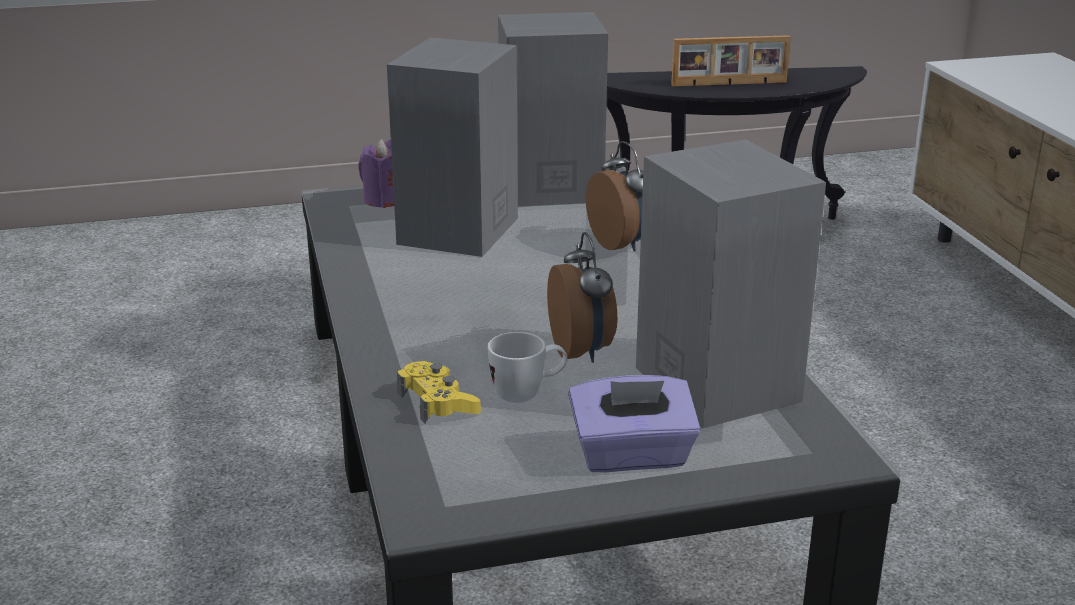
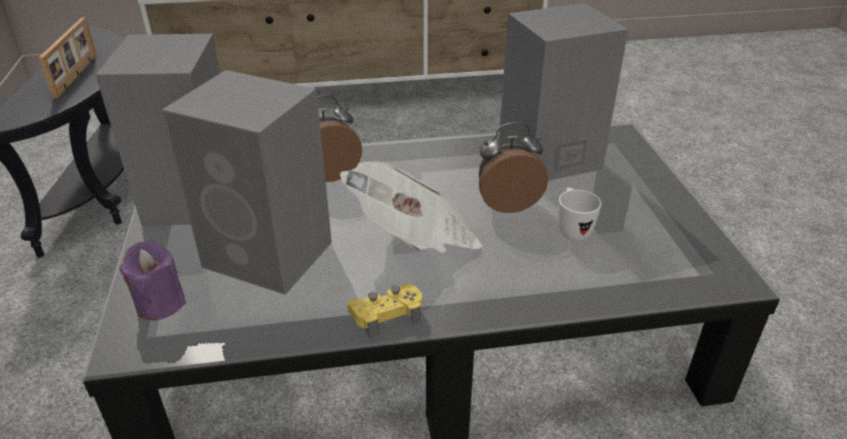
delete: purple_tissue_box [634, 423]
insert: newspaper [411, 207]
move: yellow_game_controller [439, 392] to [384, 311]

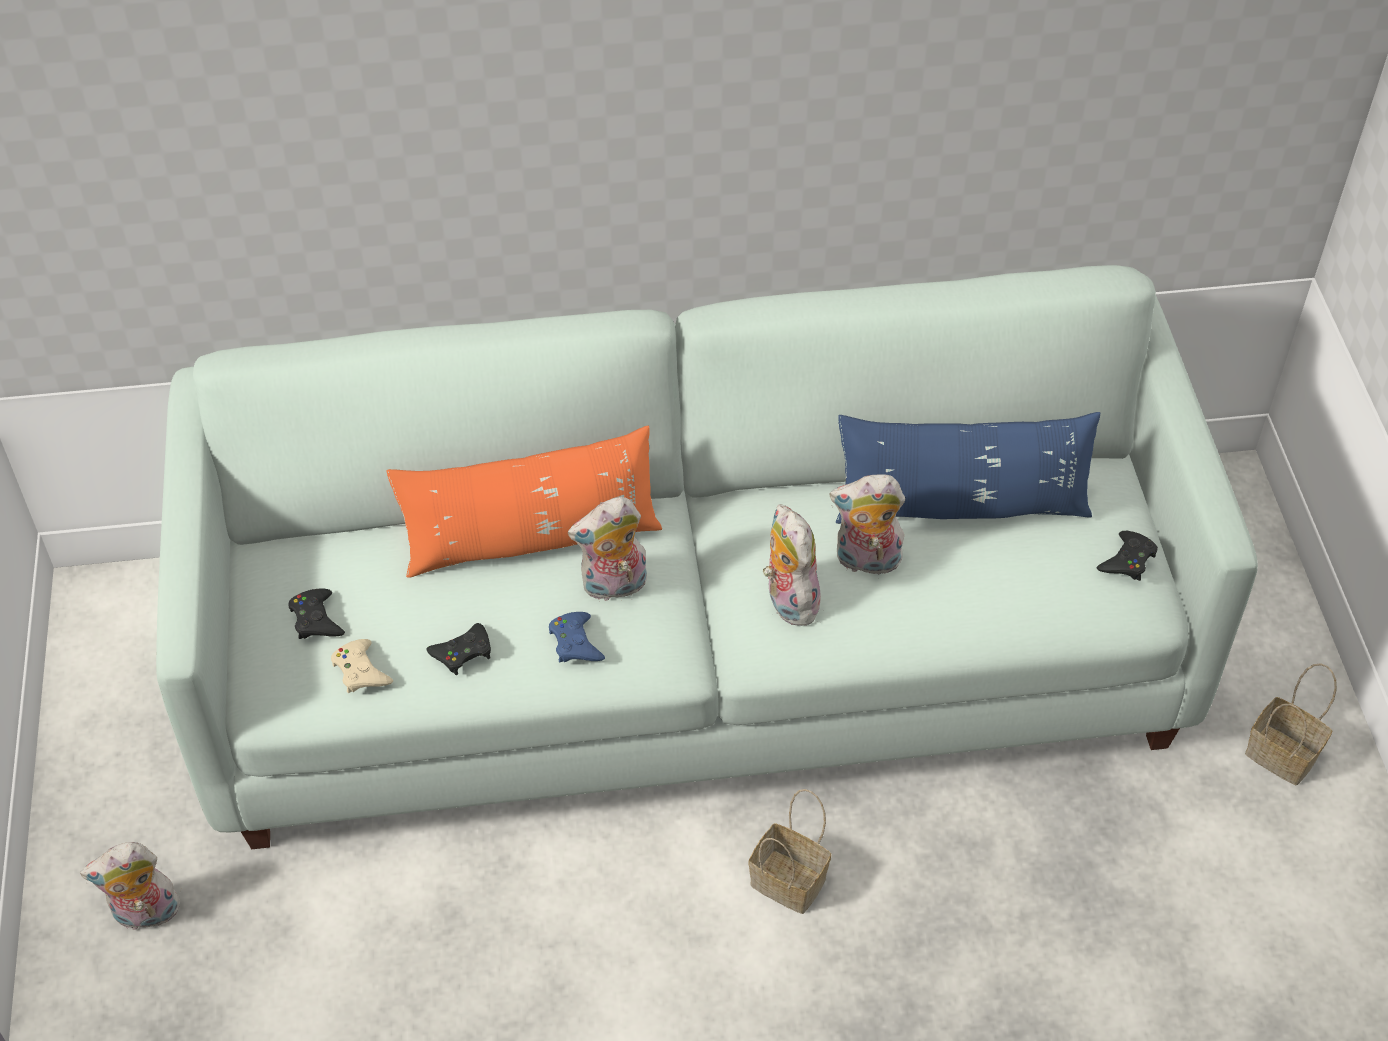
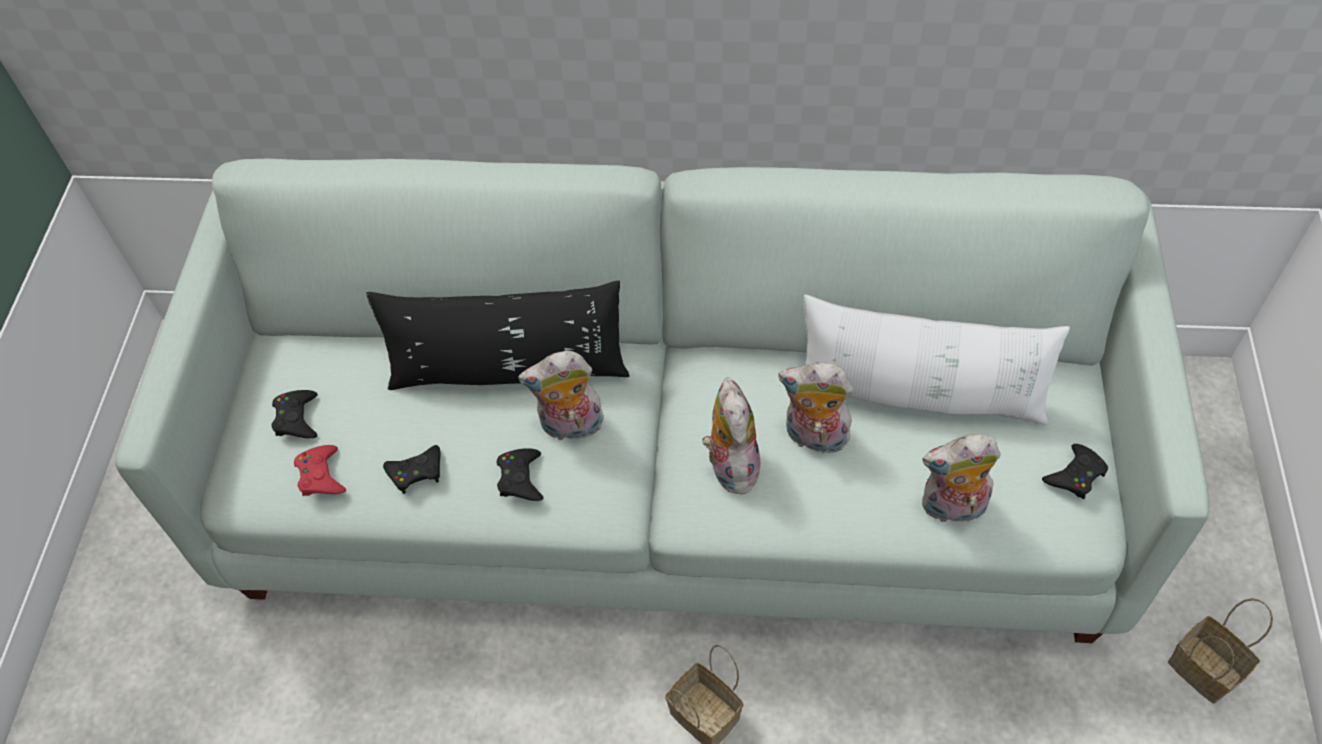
move: plush_toy [130, 886] to [961, 480]
recolor: beige_game_controller [362, 666] to red_game_controller [320, 470]; orange_pillow [524, 502] to black_pillow [497, 335]; blue_game_controller [577, 637] to black_game_controller [520, 474]; blue_pillow [968, 468] to white_pillow [937, 360]

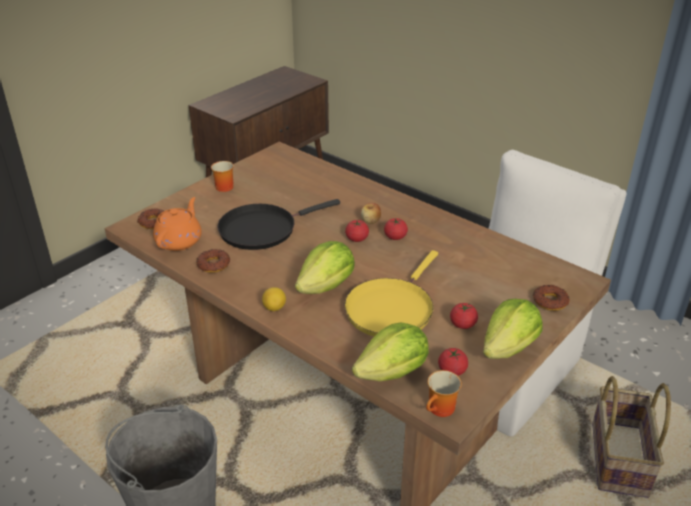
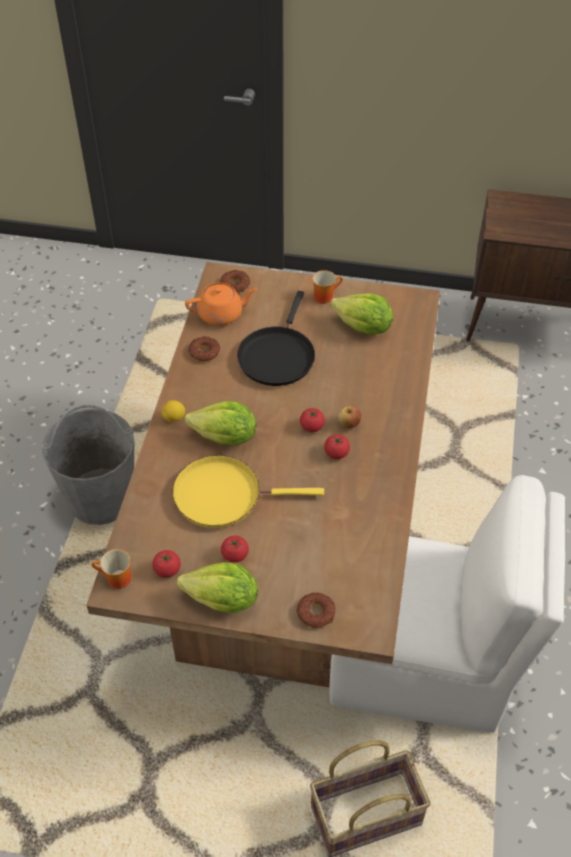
move: lettuce [390, 352] to [361, 314]
rotate: black_frying_pan [278, 224] = [276, 338] 105 degrees counterclockwise

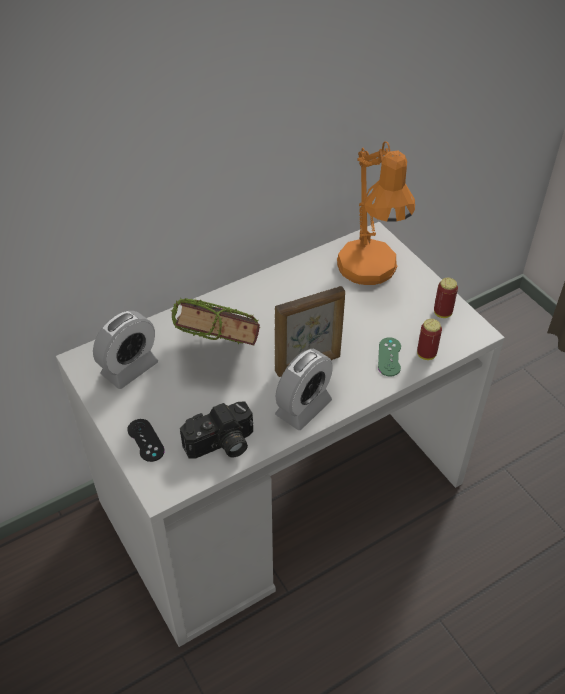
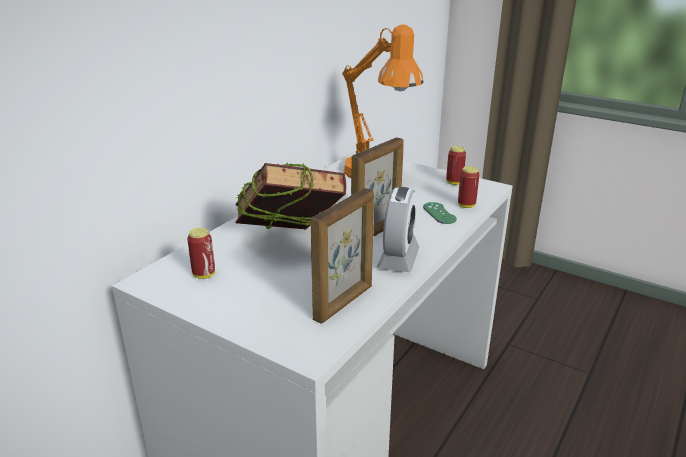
delete: black_game_controller [146, 440]
replace: alarm_clock [125, 350] to can [201, 253]; photo_camera [216, 430] to picture_frame [342, 256]

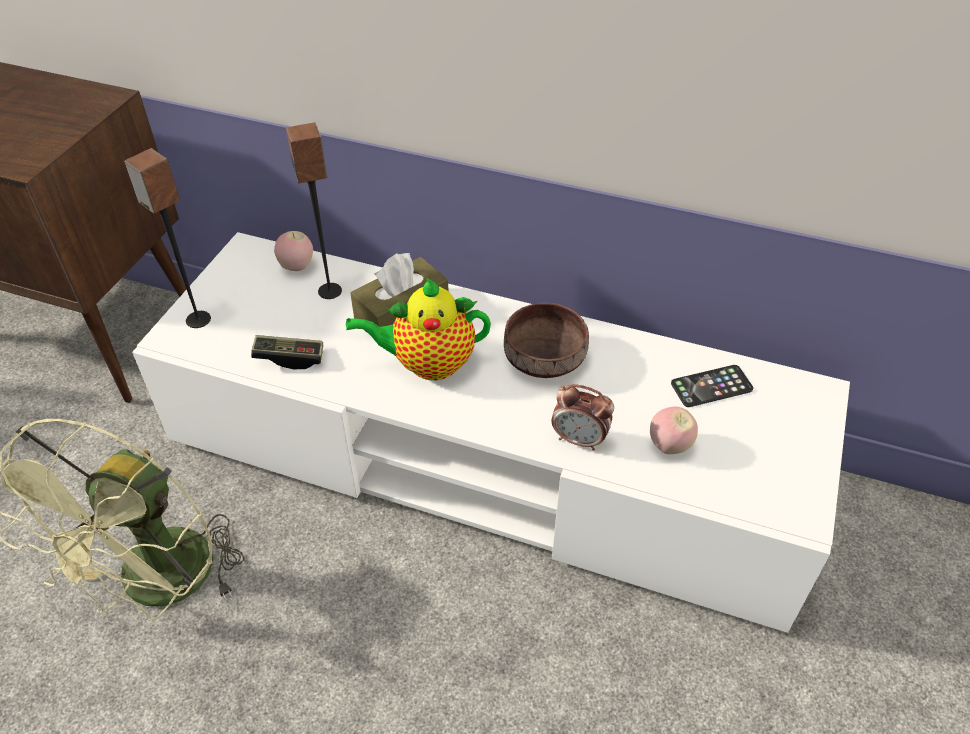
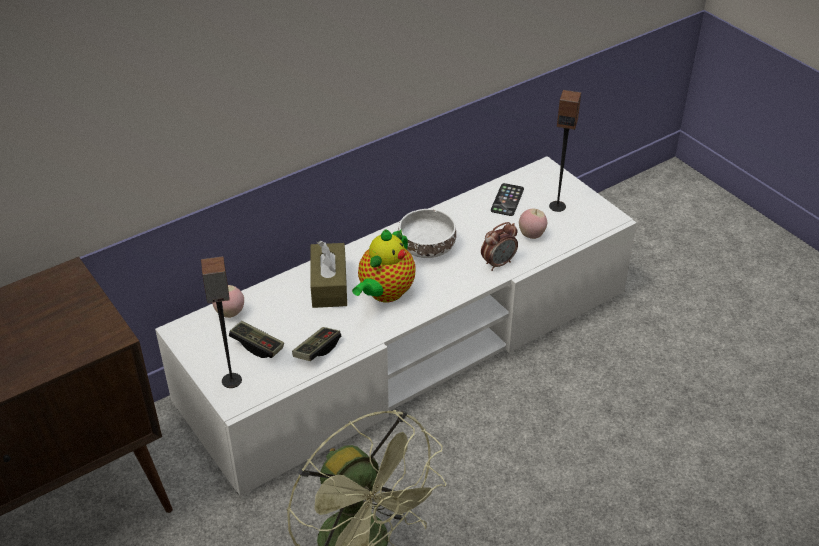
insert: game_controller [256, 339]
move: speaker [314, 211] to [565, 151]
recolor: brown_bowl [546, 340] to white_bowl [427, 233]

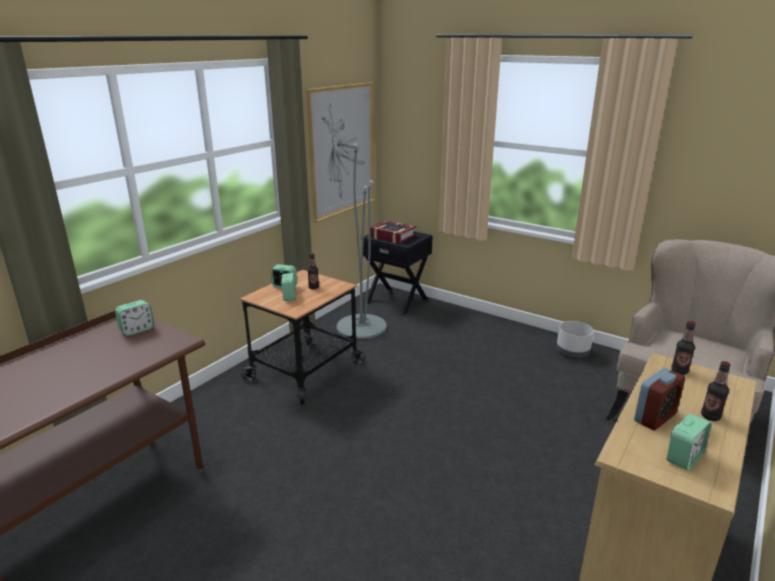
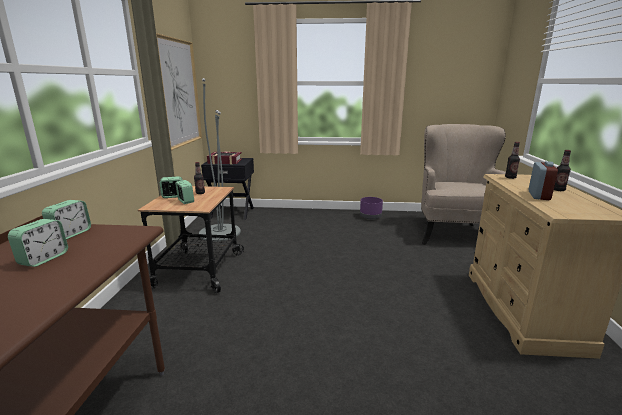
move: alarm_clock [688, 442] to [38, 243]
recolor: grey_planter [575, 339] to purple_planter [371, 208]

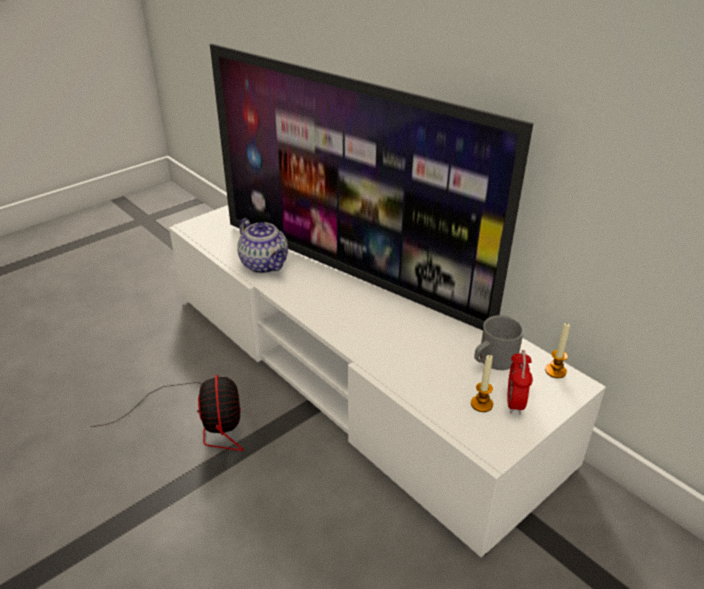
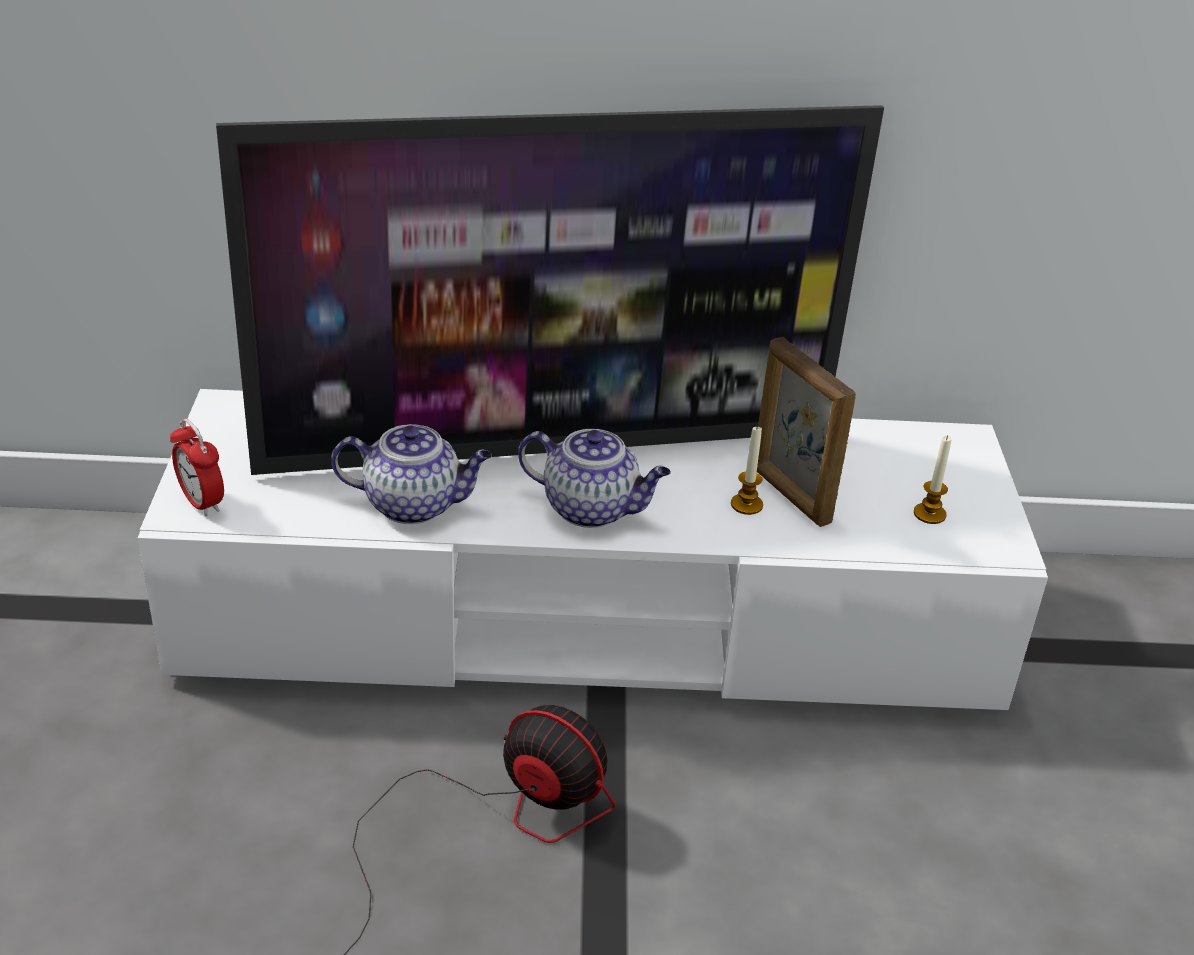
delete: grey_mug [499, 342]
insert: teapot [594, 478]; picture_frame [806, 432]
move: alarm_clock [520, 382] to [197, 467]; candle [557, 350] to [747, 470]

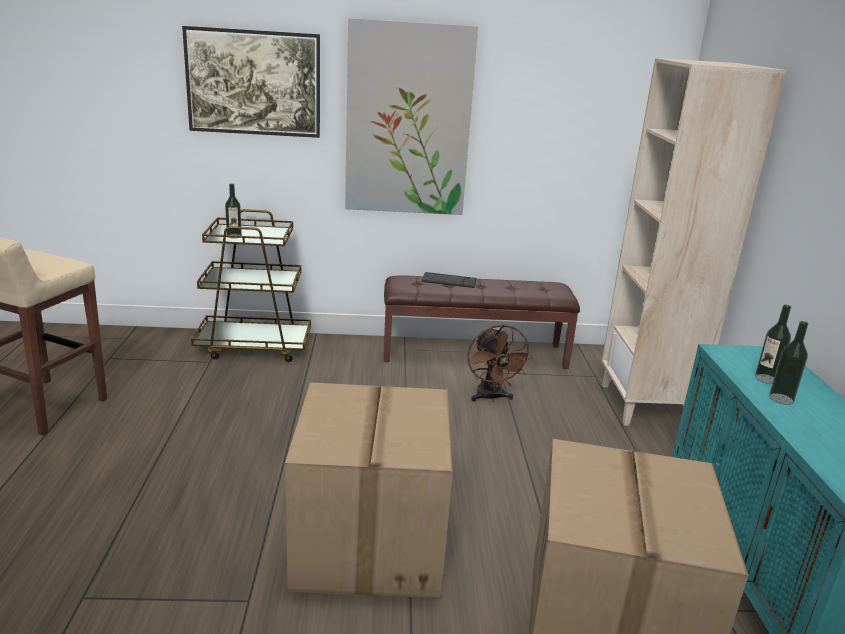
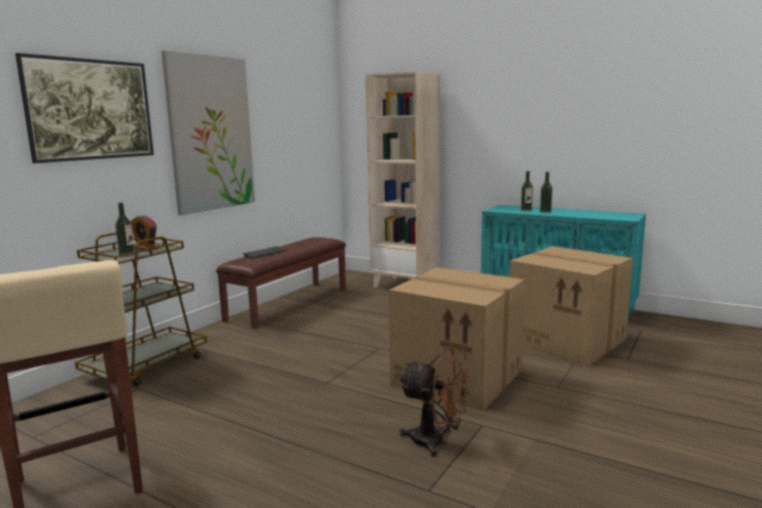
insert: alarm_clock [144, 233]
move: brown_fan [500, 363] to [435, 401]

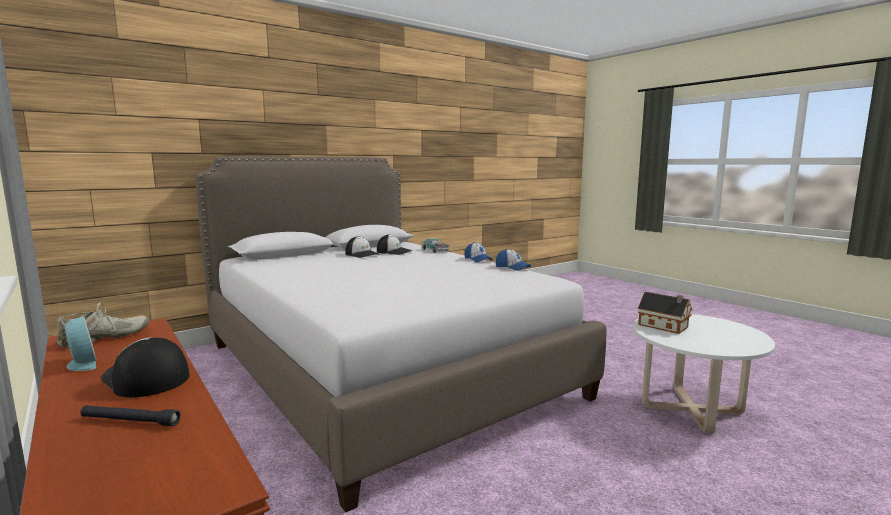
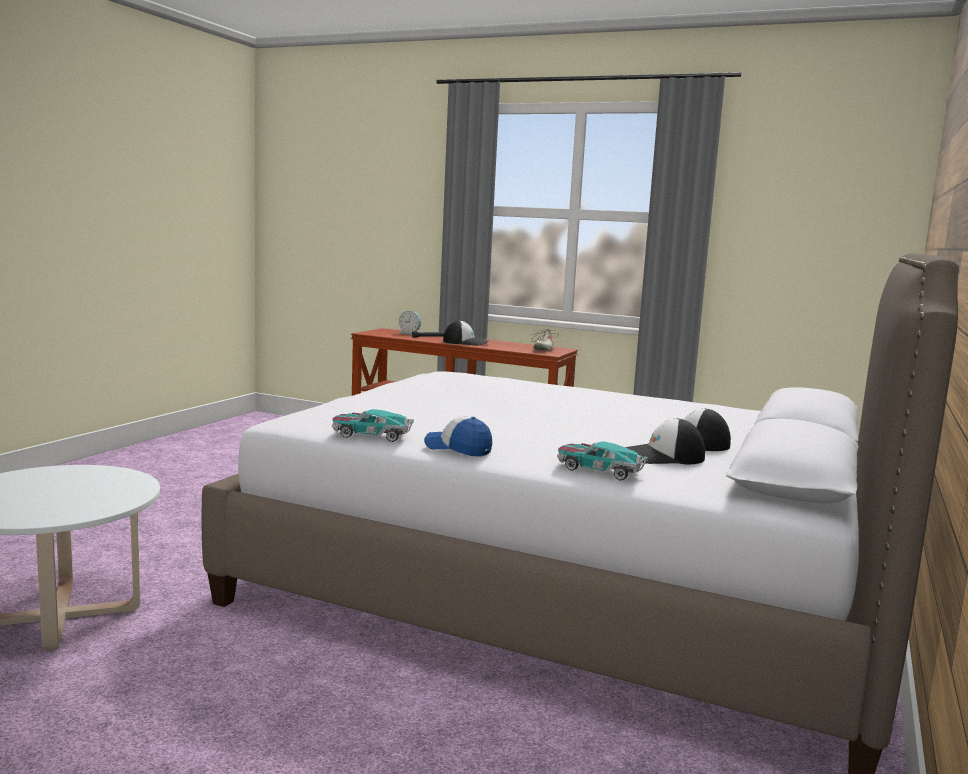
delete: toy_house [665, 313]
move: alarm_clock [79, 344] to [410, 322]
replace: cap [513, 260] to toy_car [372, 425]

